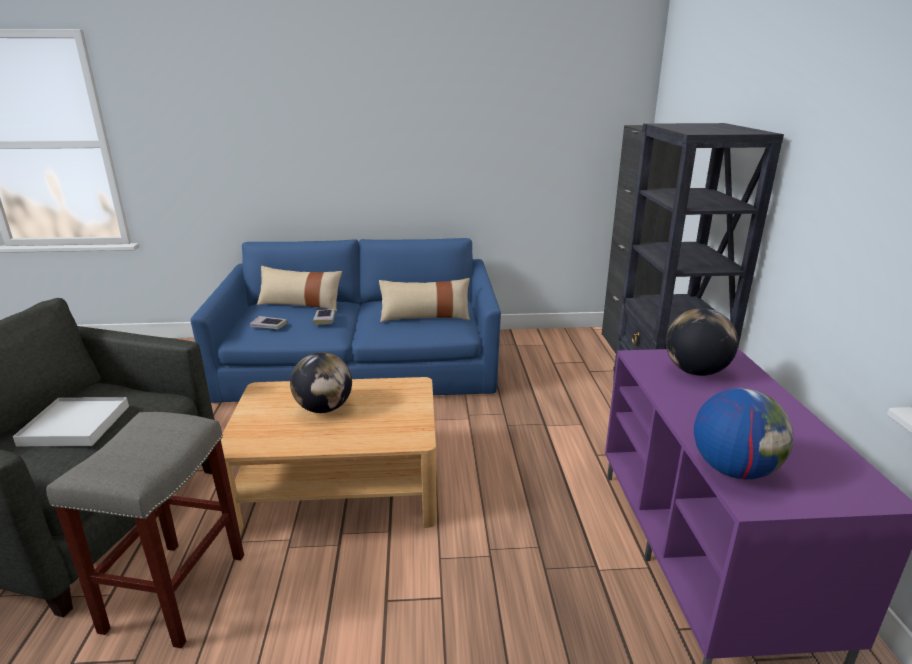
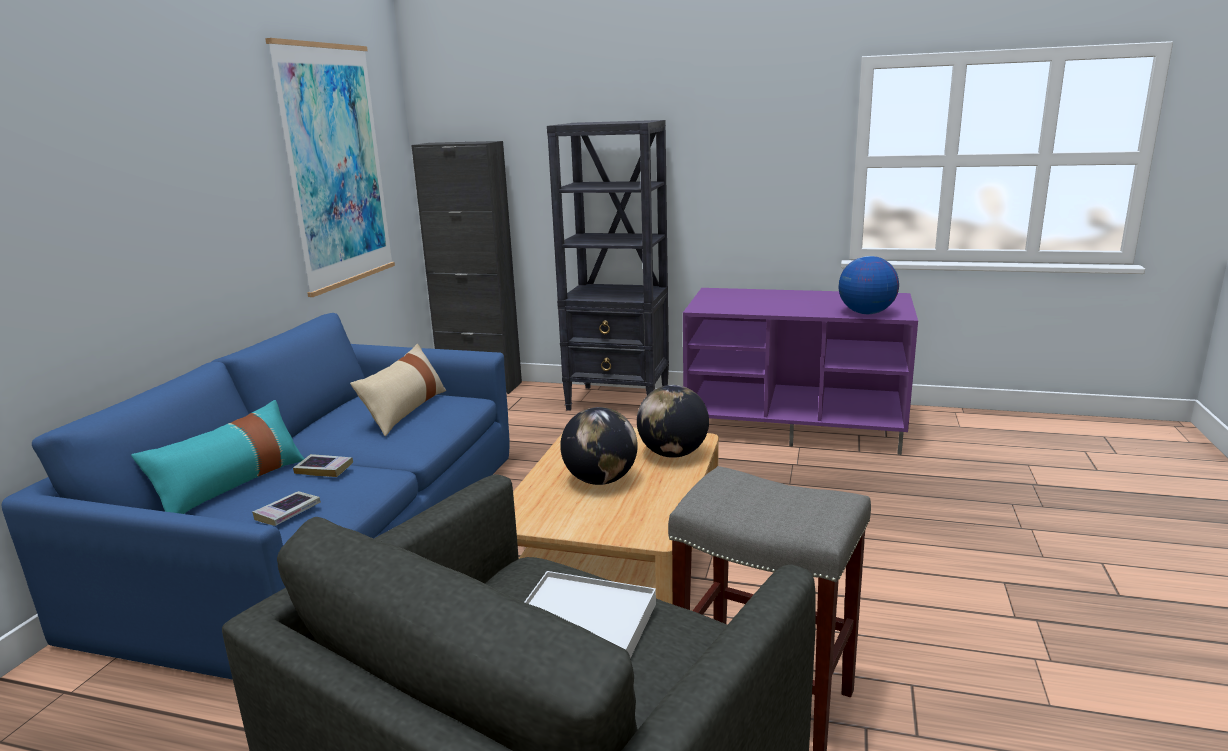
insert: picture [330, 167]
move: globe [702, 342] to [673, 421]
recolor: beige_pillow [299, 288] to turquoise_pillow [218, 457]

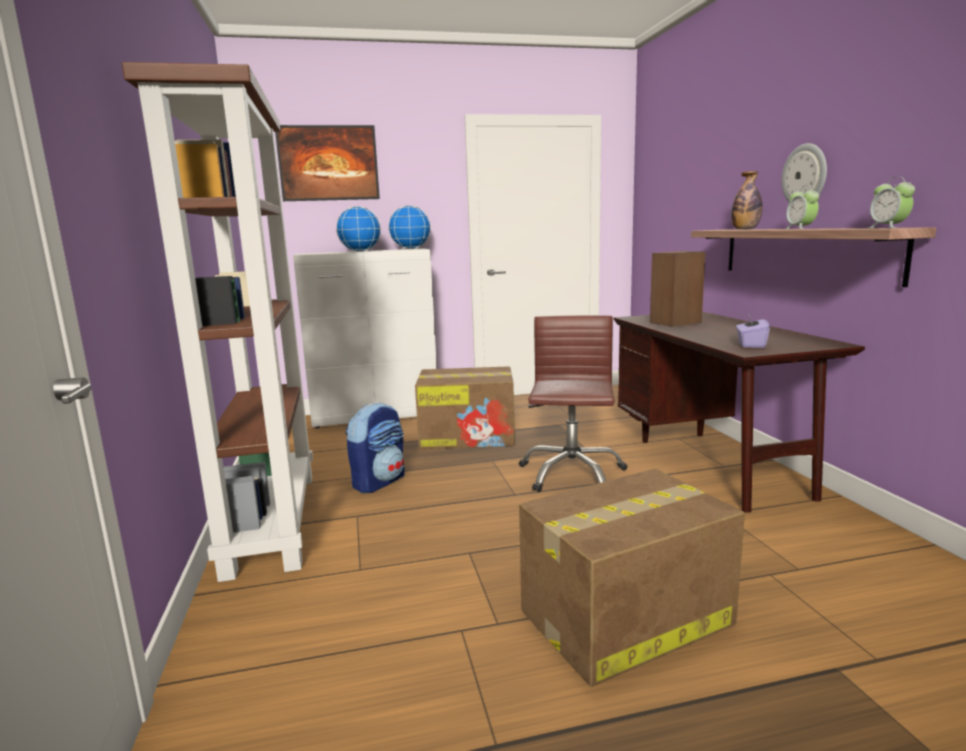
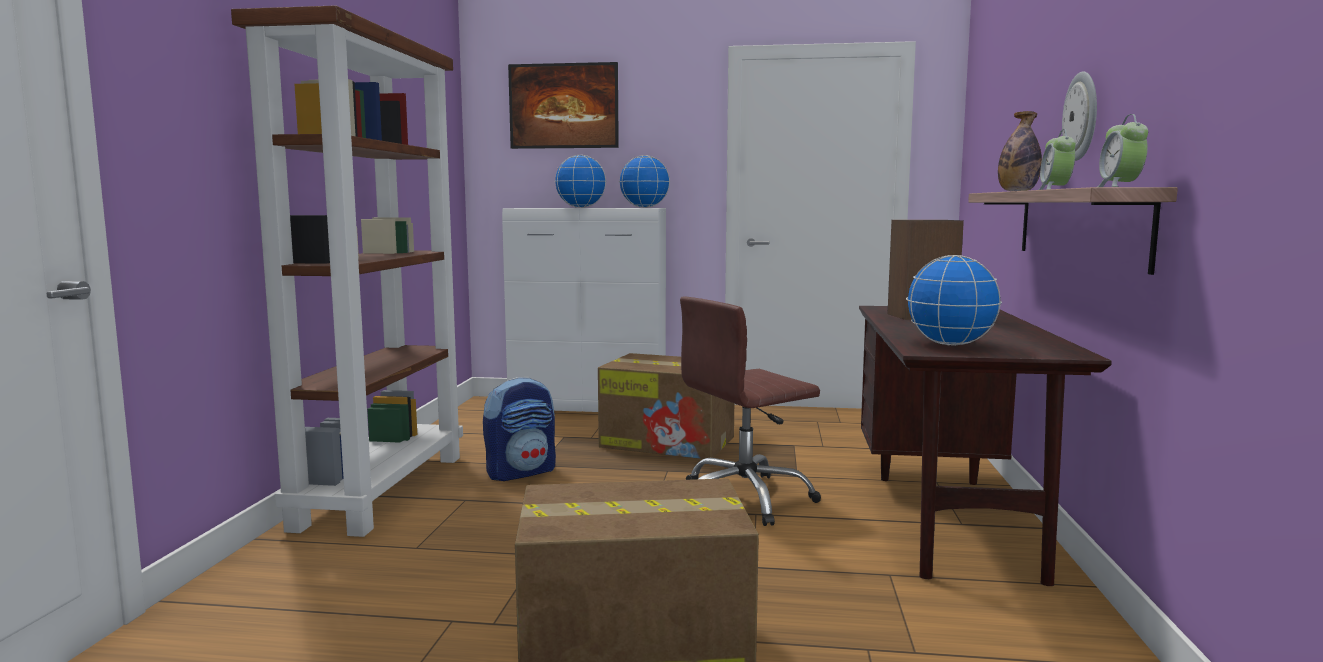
replace: purple_tissue_box [753, 330] to globe [954, 300]
rotate: brown_office_chair [573, 403] = [750, 411] 150 degrees counterclockwise

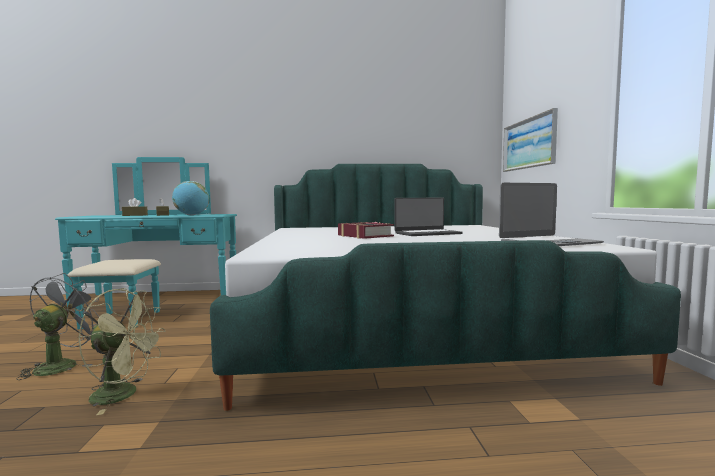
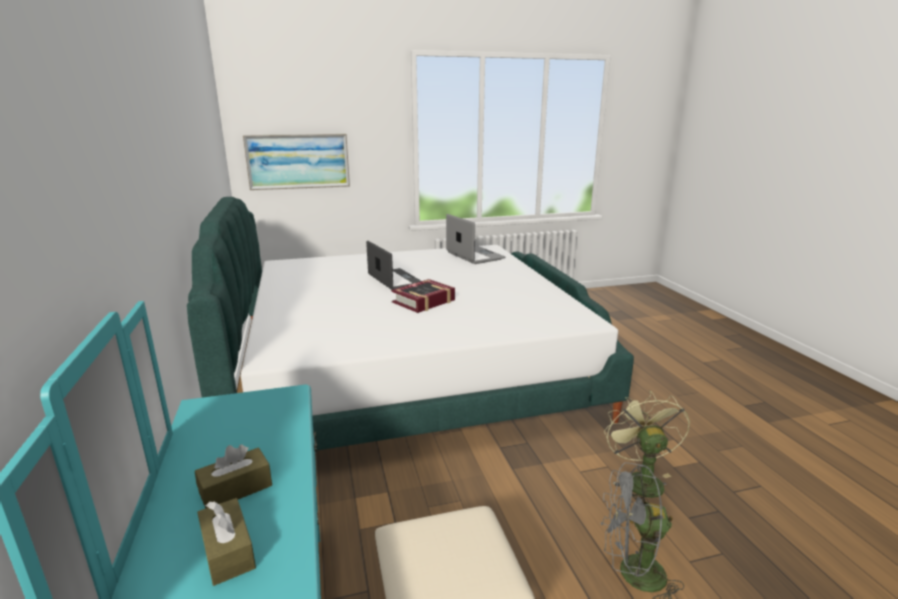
delete: globe [190, 198]

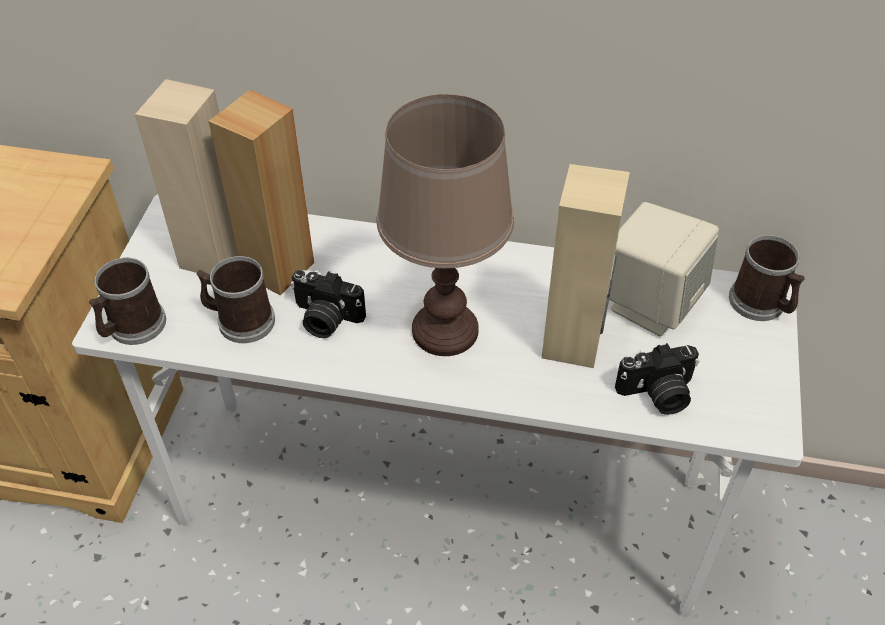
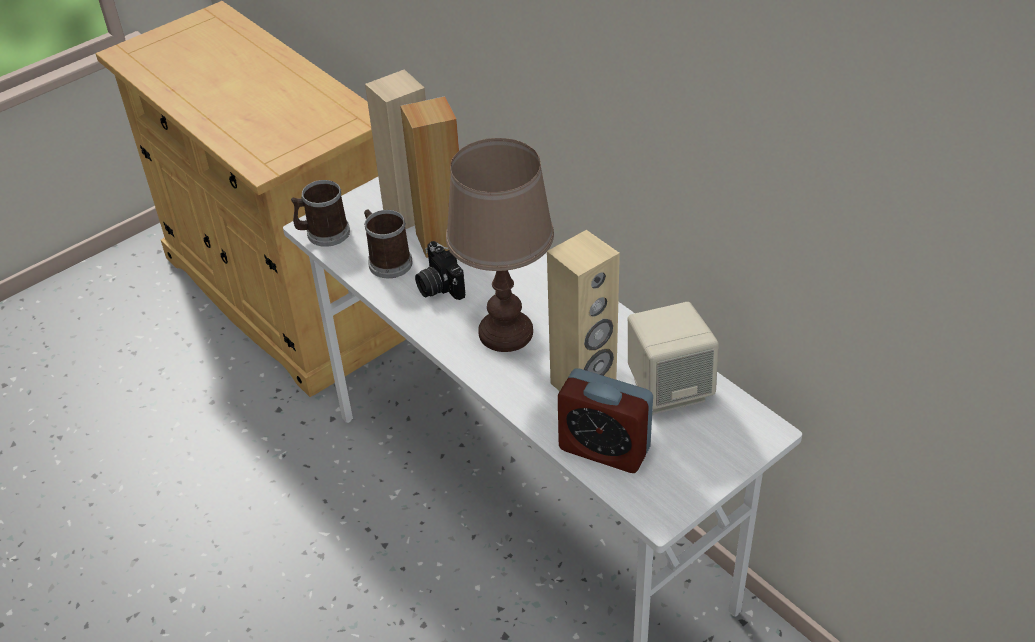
delete: mug [767, 278]
replace: photo_camera [657, 379] to alarm_clock [605, 420]

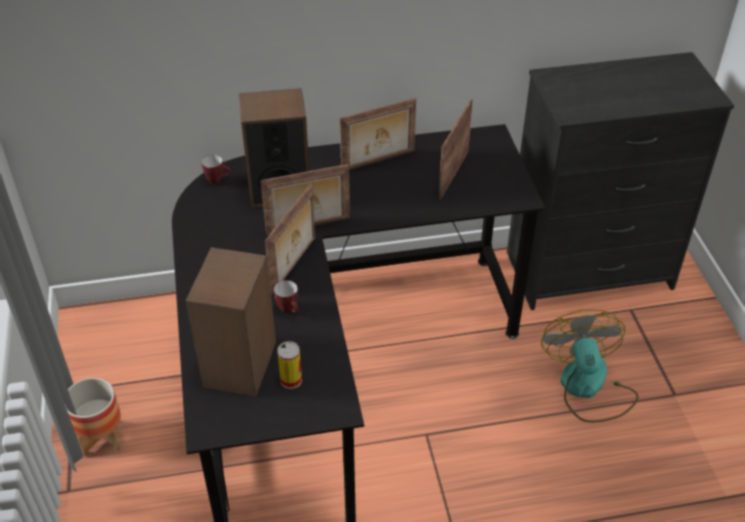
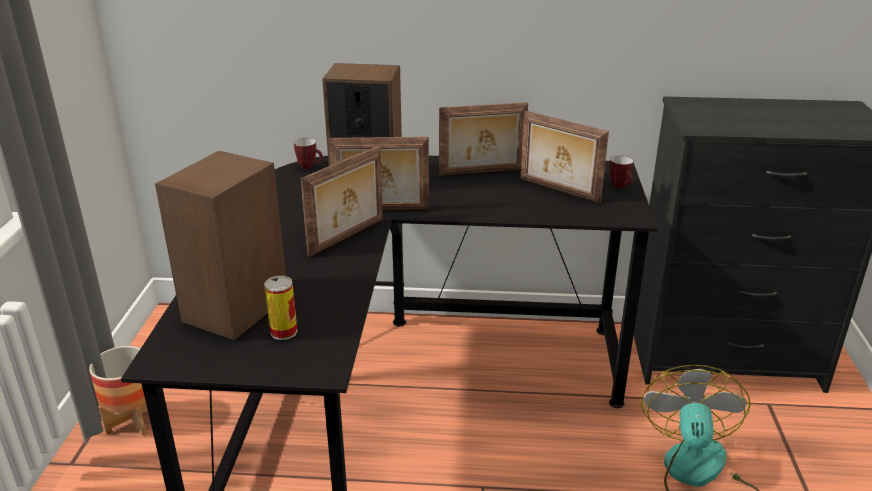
move: mug [286, 296] to [622, 172]
rotate: picture_frame [456, 149] = [565, 156] 90 degrees counterclockwise

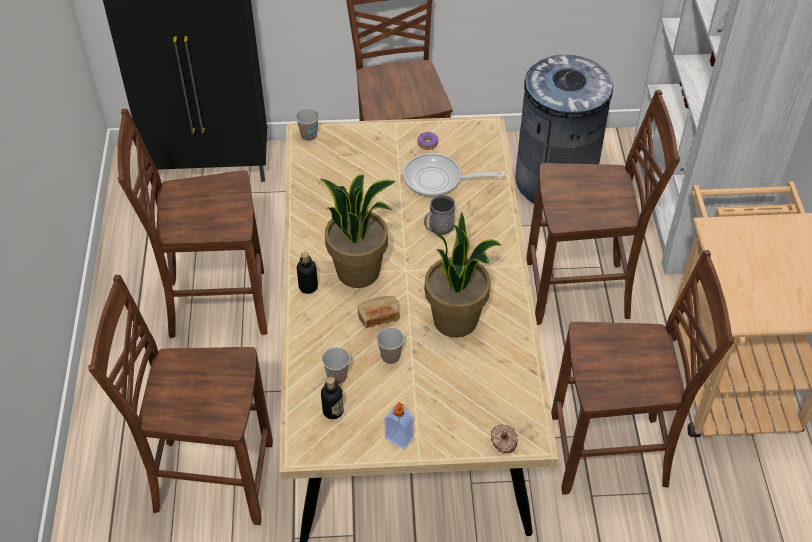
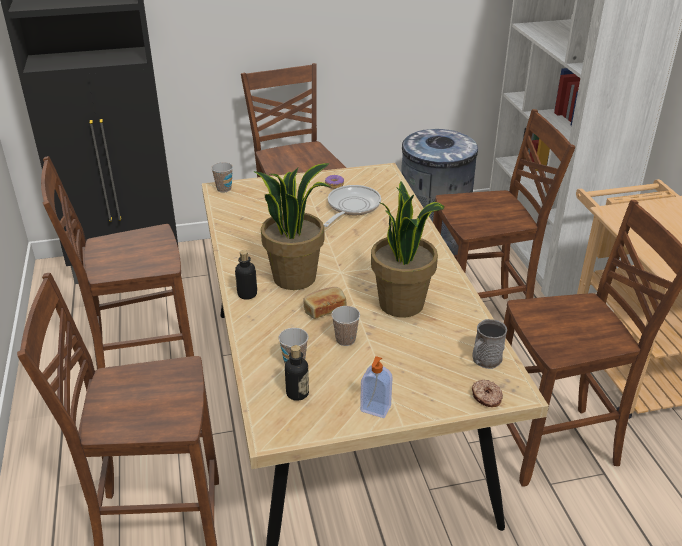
move: grey_mug [439, 215] to [489, 344]
rotate: frying_pan [454, 175] = [352, 206] 120 degrees clockwise

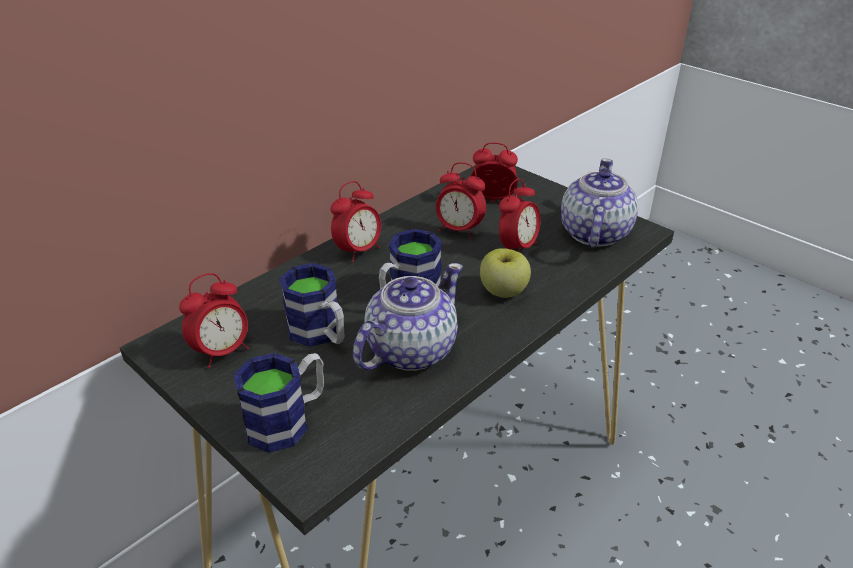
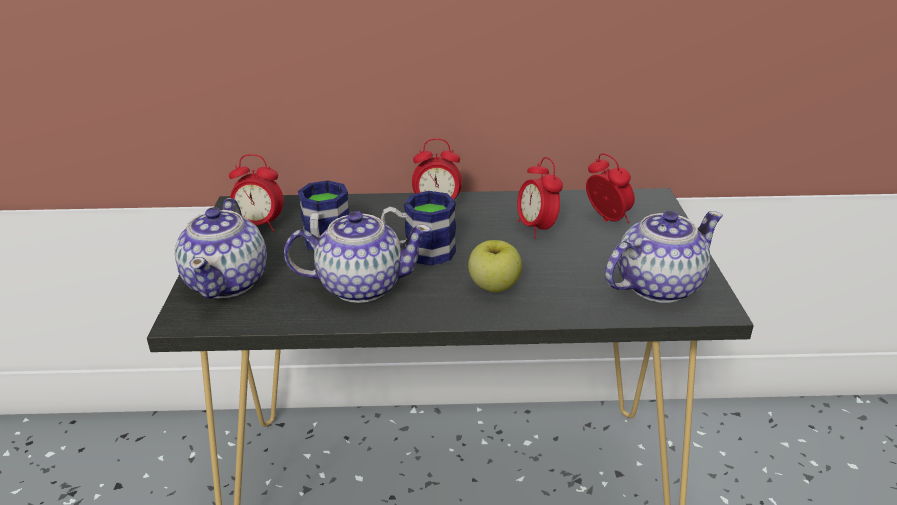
delete: alarm_clock [520, 215]
replace: mug [278, 403] to teapot [221, 248]

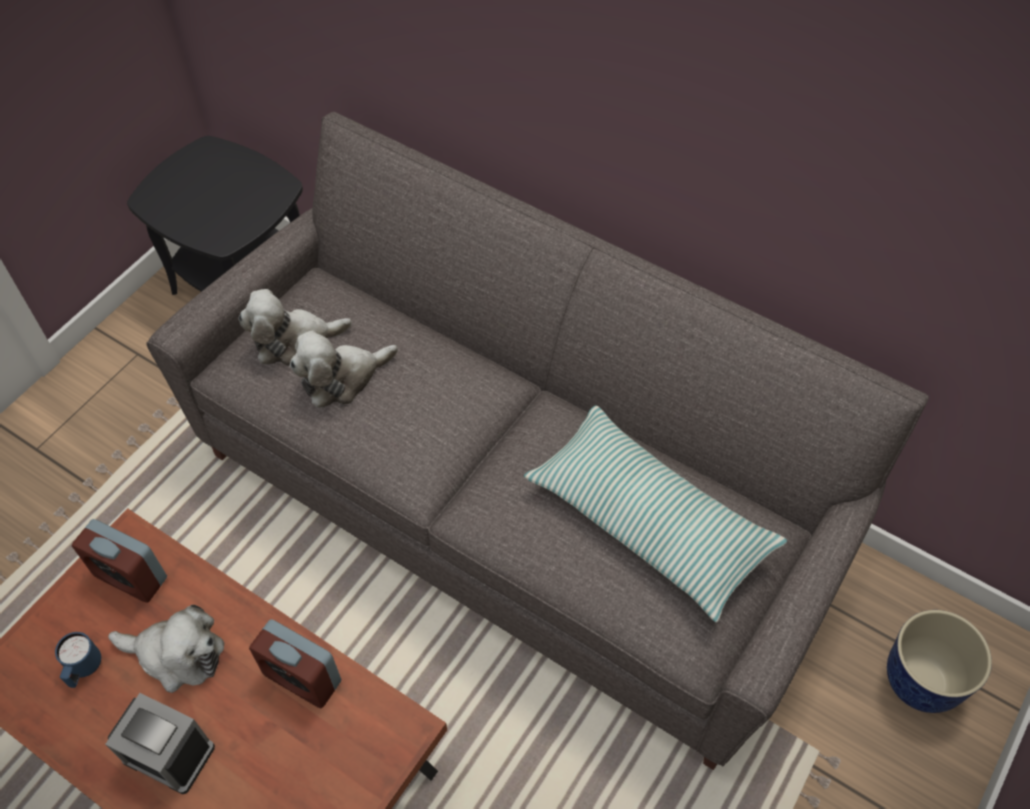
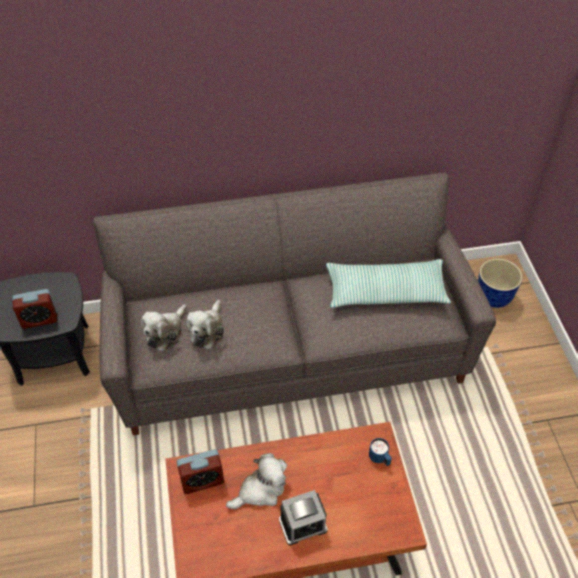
move: blue_mug [78, 660] to [380, 452]; alarm_clock [295, 663] to [34, 309]

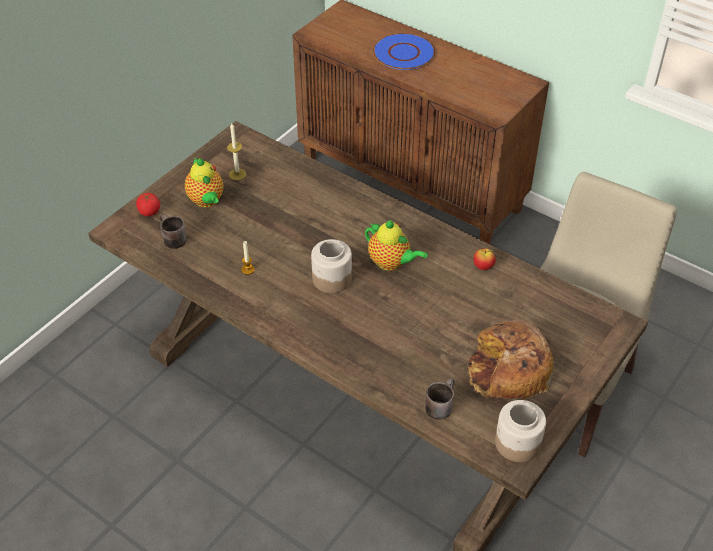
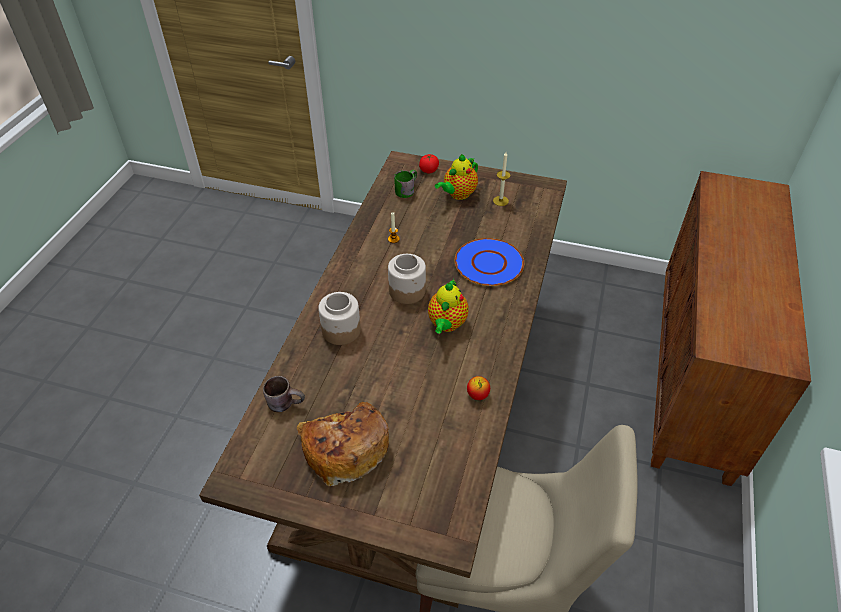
move: blue_plate [404, 51] to [489, 262]; jar [520, 431] to [339, 318]
recolor: brown_mug [173, 232] to green_mug [405, 184]

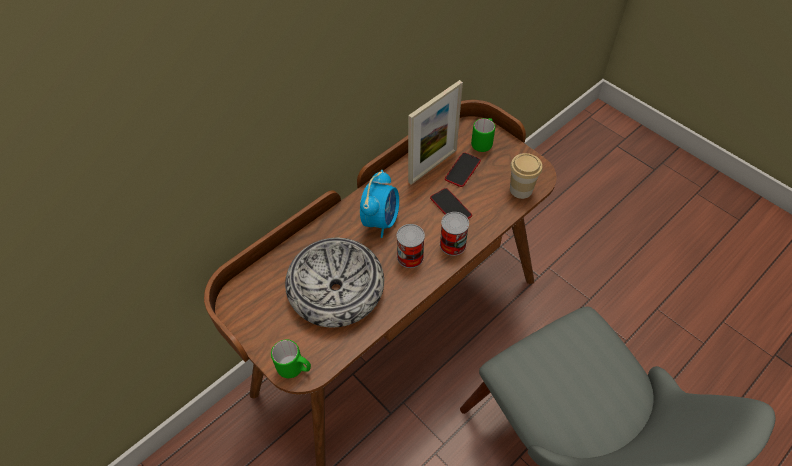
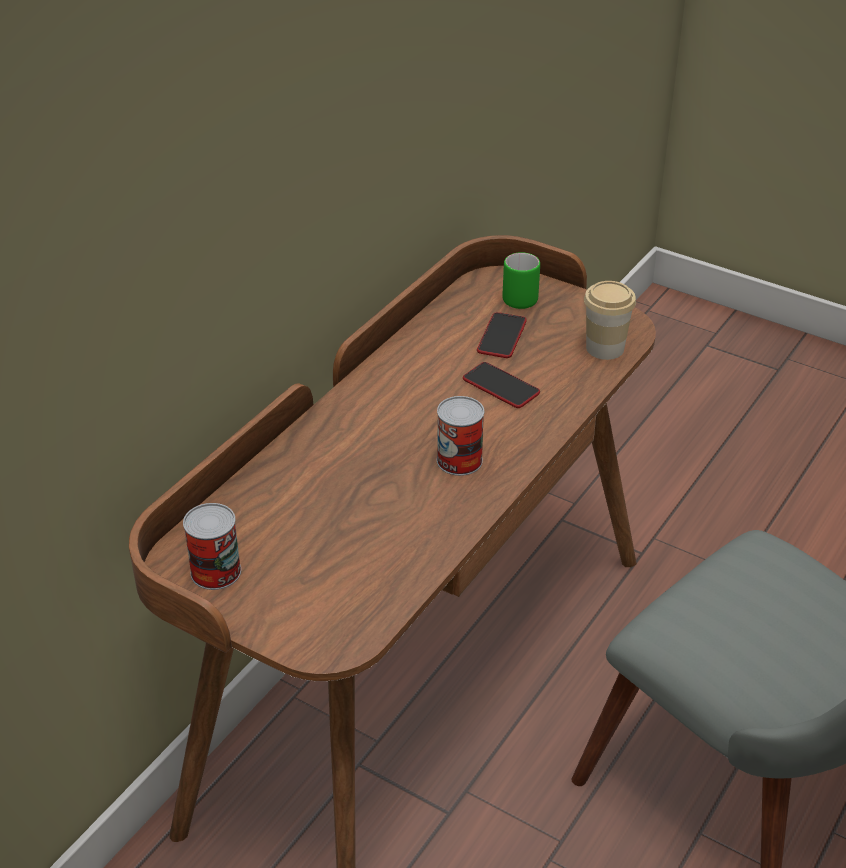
delete: green_mug [291, 358]; bowl [334, 282]; alarm_clock [379, 204]; picture_frame [435, 132]
move: can [454, 234] to [212, 546]

